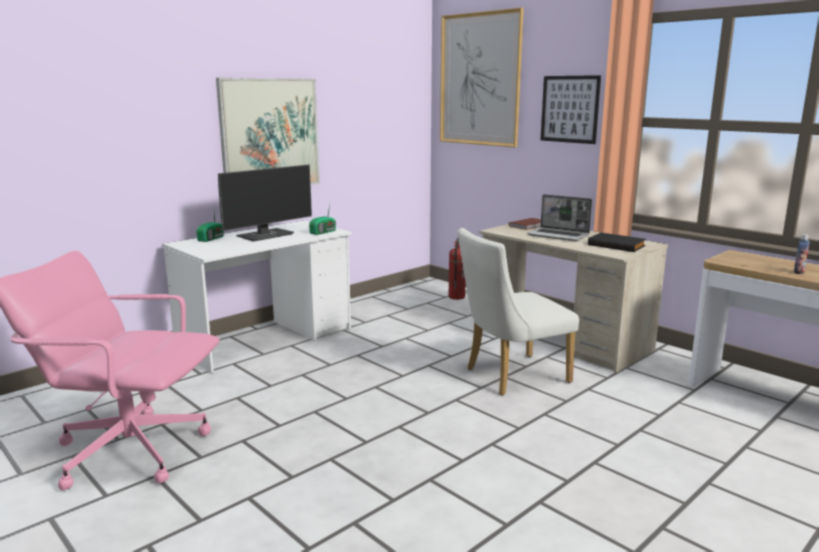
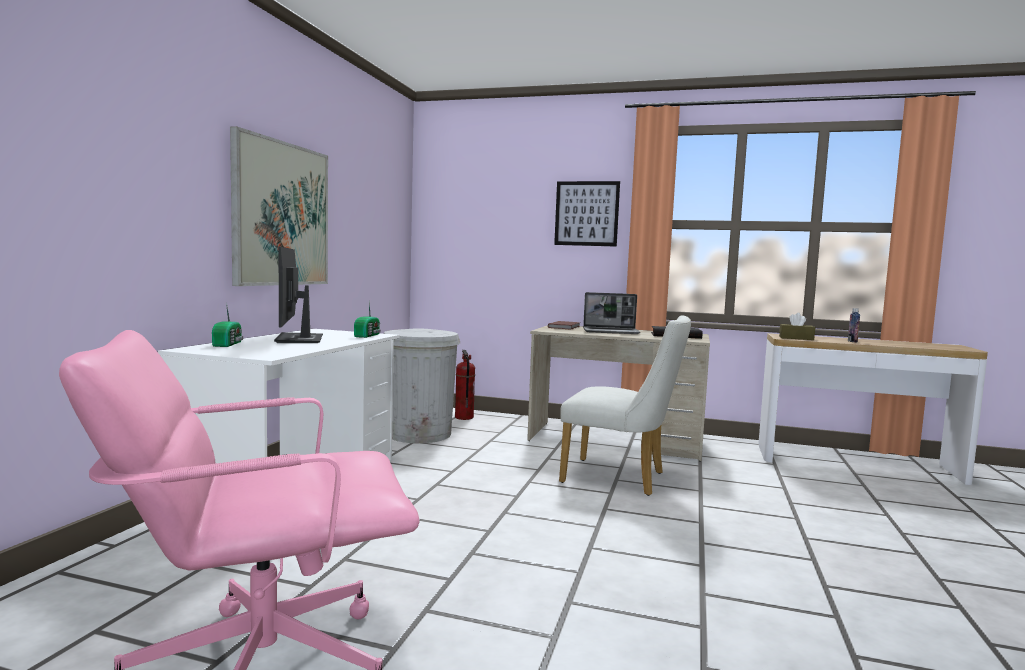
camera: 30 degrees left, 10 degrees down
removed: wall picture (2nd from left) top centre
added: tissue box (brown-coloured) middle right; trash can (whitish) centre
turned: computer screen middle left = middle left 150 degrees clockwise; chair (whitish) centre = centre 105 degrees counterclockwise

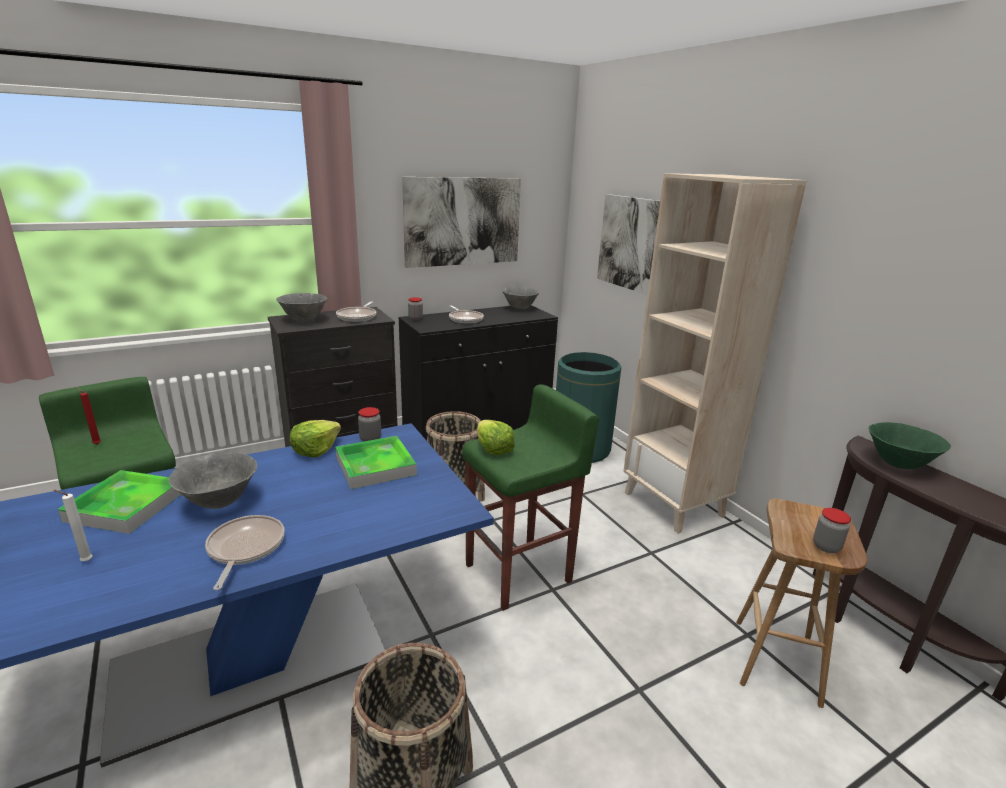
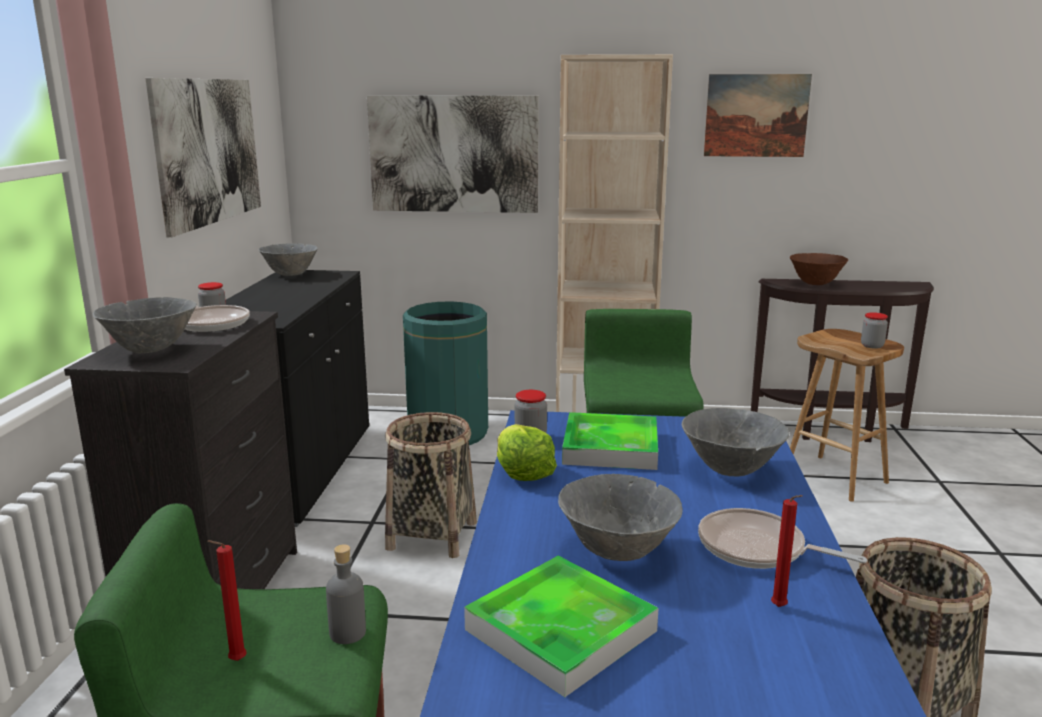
camera: 55 degrees left, 5 degrees down
removed: frying pan (3rd from left) centre; head of lettuce (2nd from left) centre; candle (whitish) middle left
added: wall picture (3rd from left) top right; serving bowl (greyish) (4th from left) middle right; candle (red) (2nd from left) bottom right; beverage bottle (greyish) bottom left
recoloured: serving bowl (greenish) middle right to serving bowl (brown-coloured) middle right

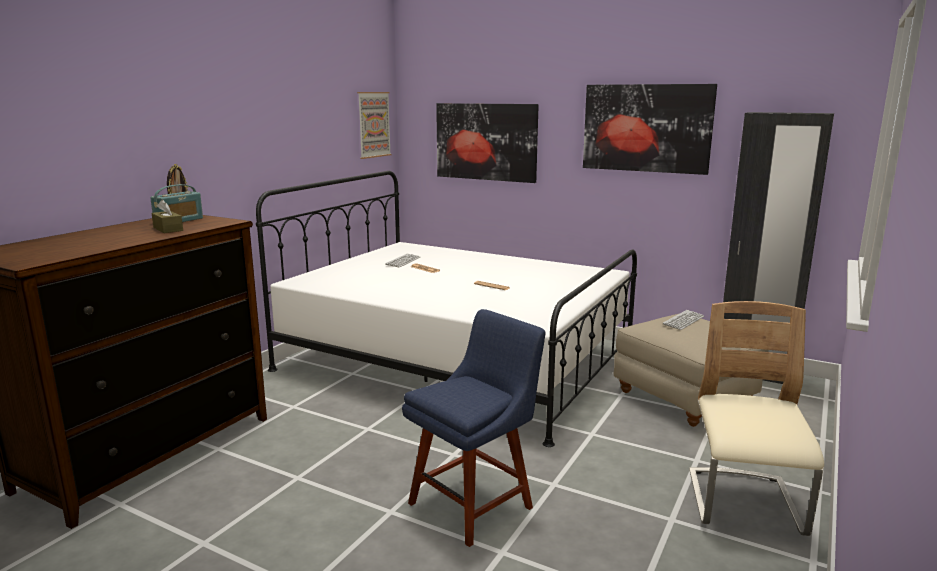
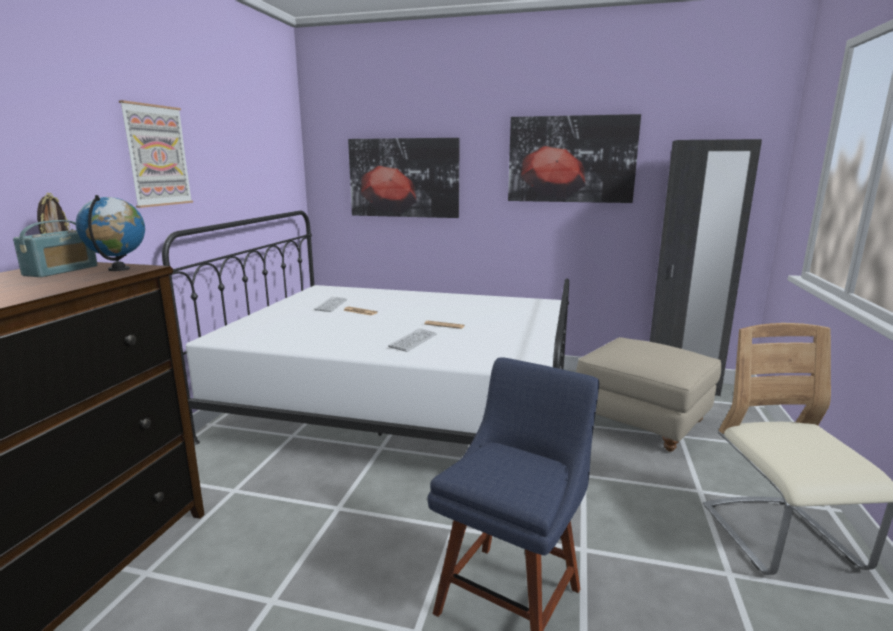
camera: 15 degrees left, 0 degrees up
removed: tissue box (brown-coloured) middle left
added: world globe middle left
moved: wall picture (1st from left) top centre to top left; PC keyboard (2nd from left) middle right to centre

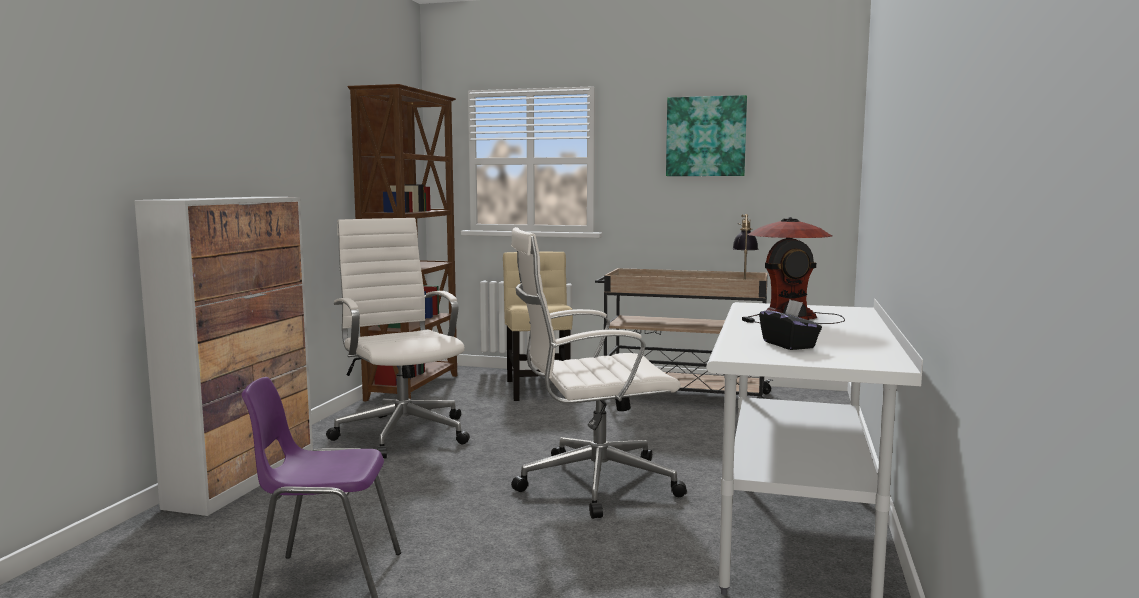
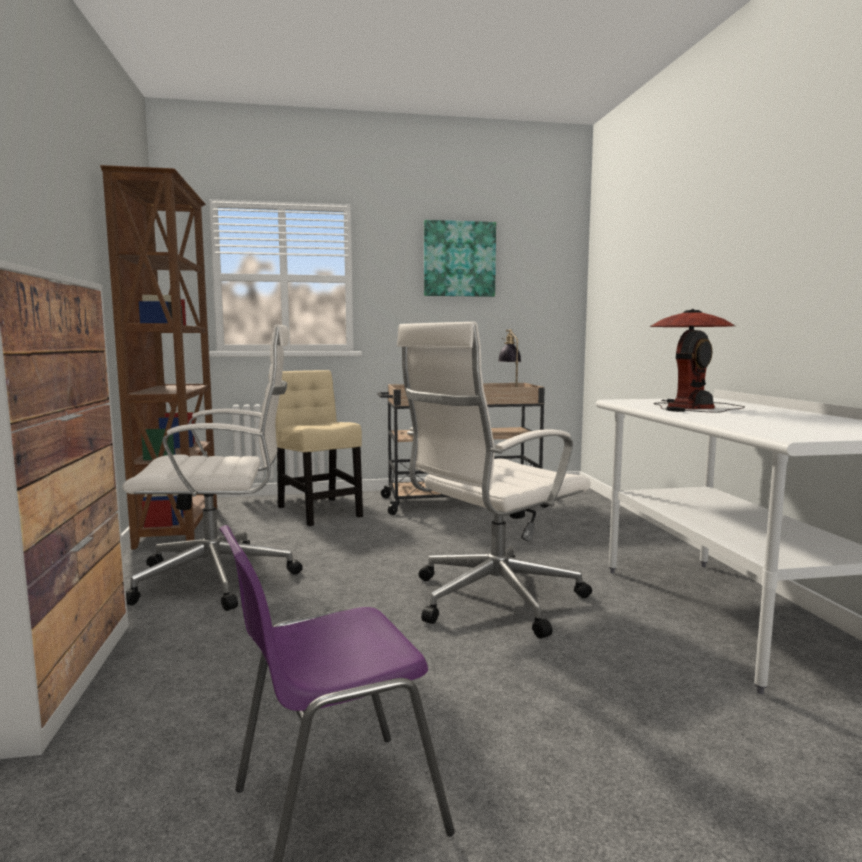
camera: 25 degrees left, 0 degrees up
removed: tissue box (black-coloured) middle right
turned: computer chair (whitish) (1st from left) centre = middle left 135 degrees clockwise

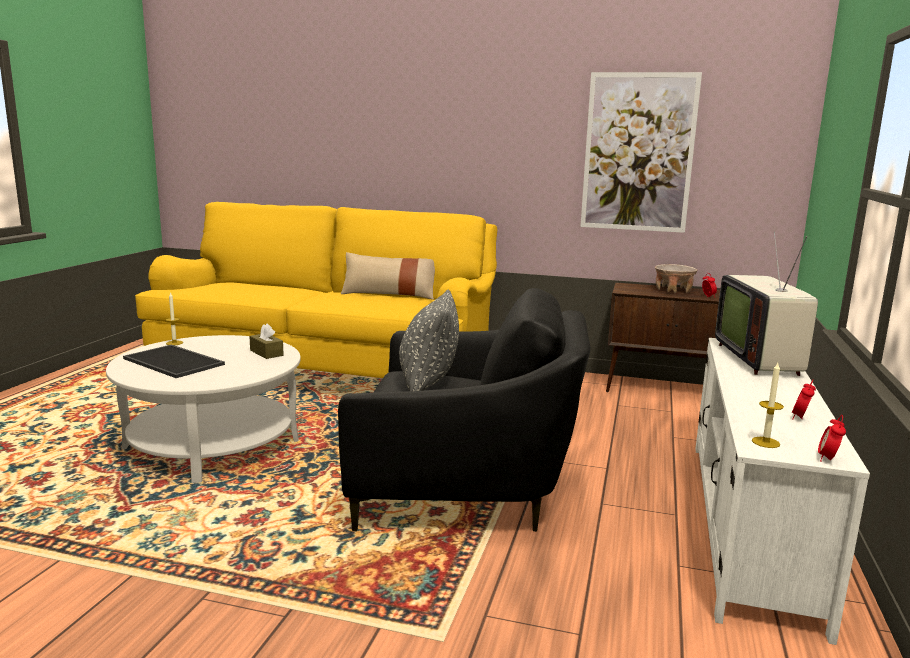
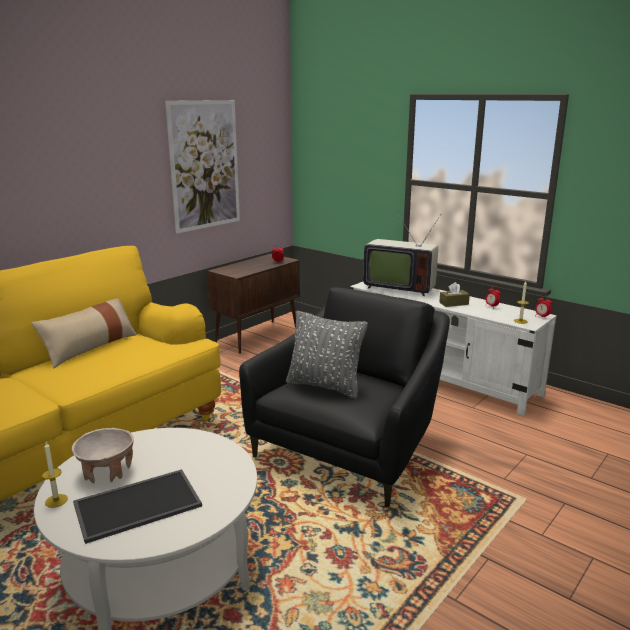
camera: 65 degrees left, 5 degrees up
moved: serving bowl (beige-coloured) middle right to bottom left; tissue box (brown-coloured) middle left to middle right

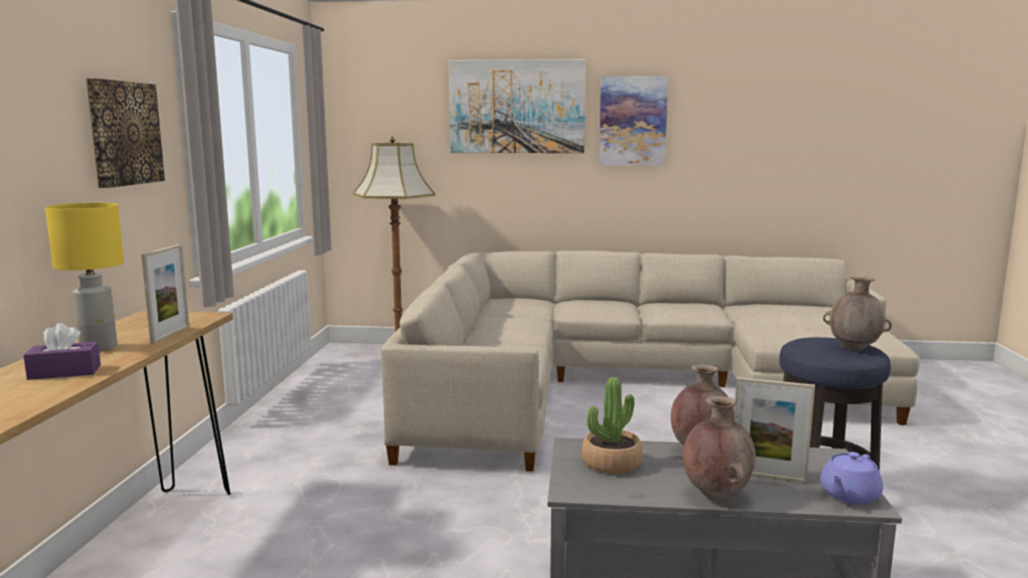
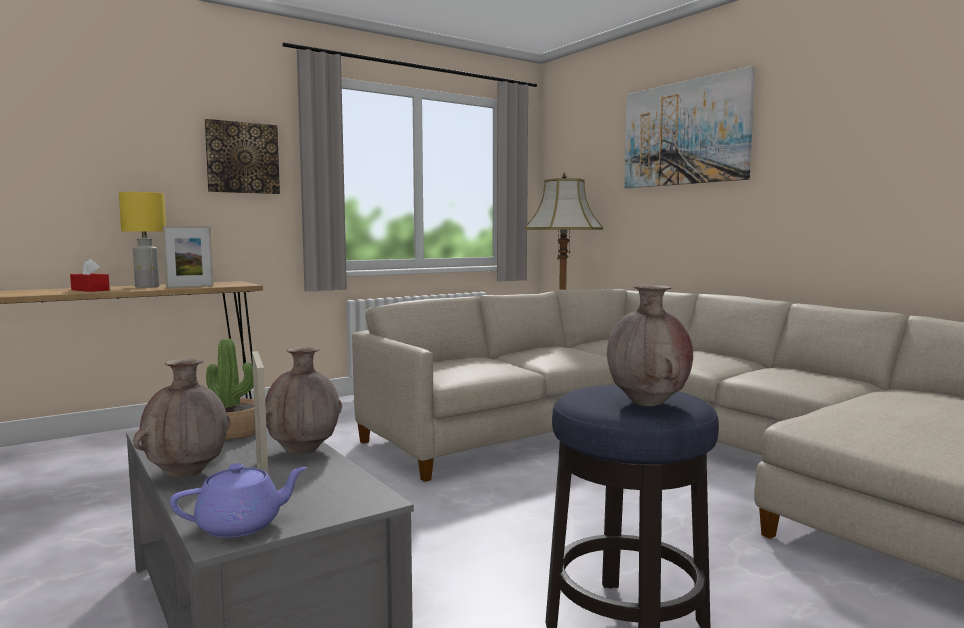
camera: 50 degrees right, 5 degrees down
removed: wall picture (3rd from left) top centre
recoloured: tissue box (purplish) middle left to tissue box (red) middle left
turned: teapot (purplish) bottom right = bottom left 150 degrees clockwise

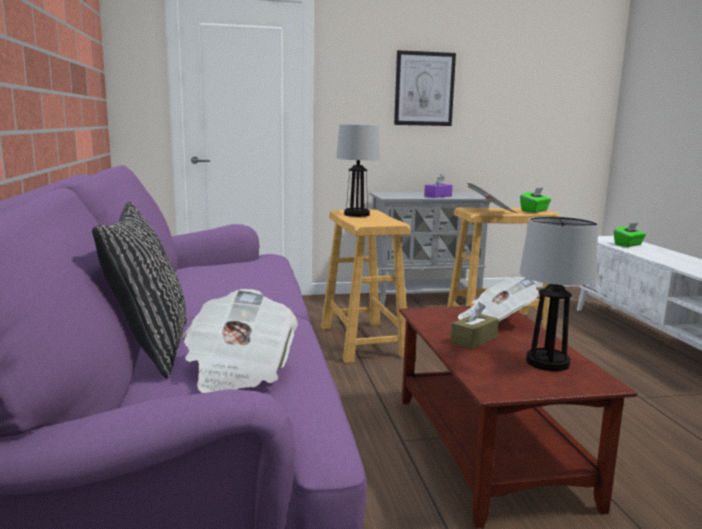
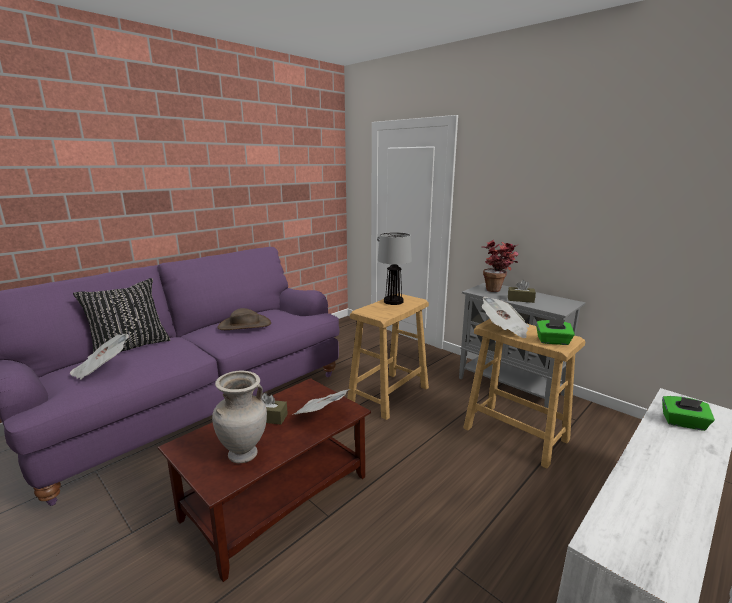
camera: 55 degrees right, 5 degrees up
removed: wall picture top centre
added: potted plant middle right; wearable hat (brown-coloured) centre
replaced: lamp for a table (2nd from left) middle right to flower vase (beige-coloured) bottom left
recoloured: tissue box (purplish) centre to tissue box (brown-coloured) (2nd from left) middle right

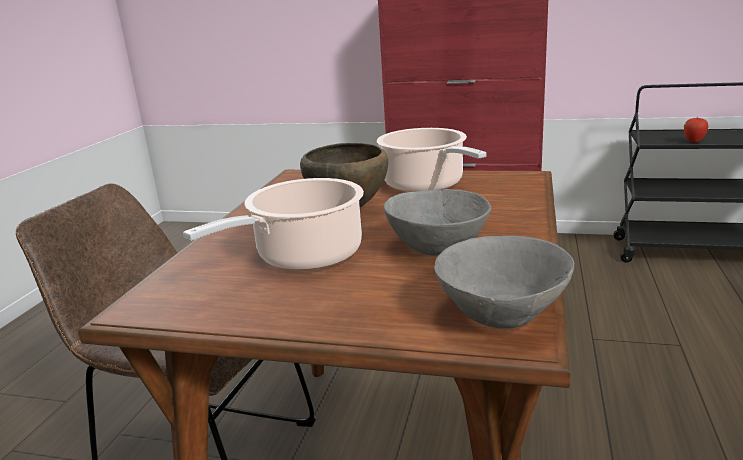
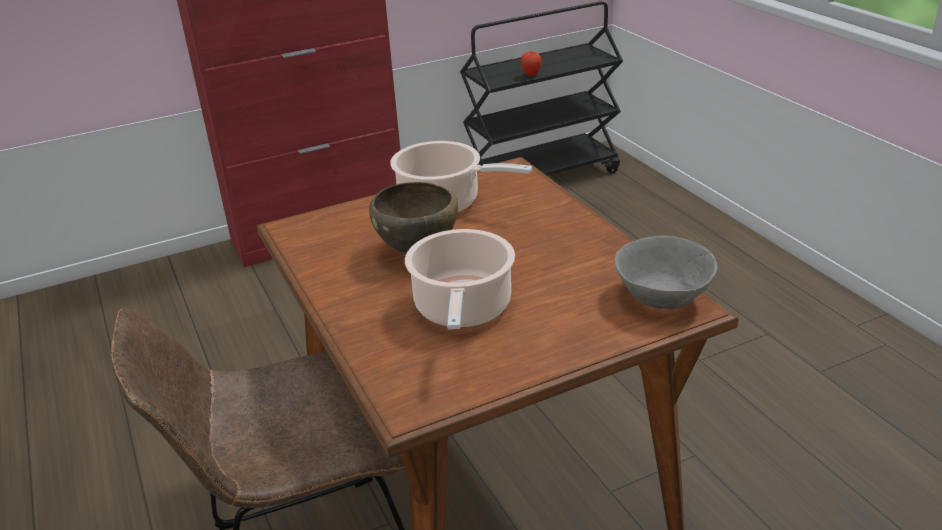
camera: 40 degrees left, 10 degrees up
removed: serving bowl (greyish) (1st from left) centre

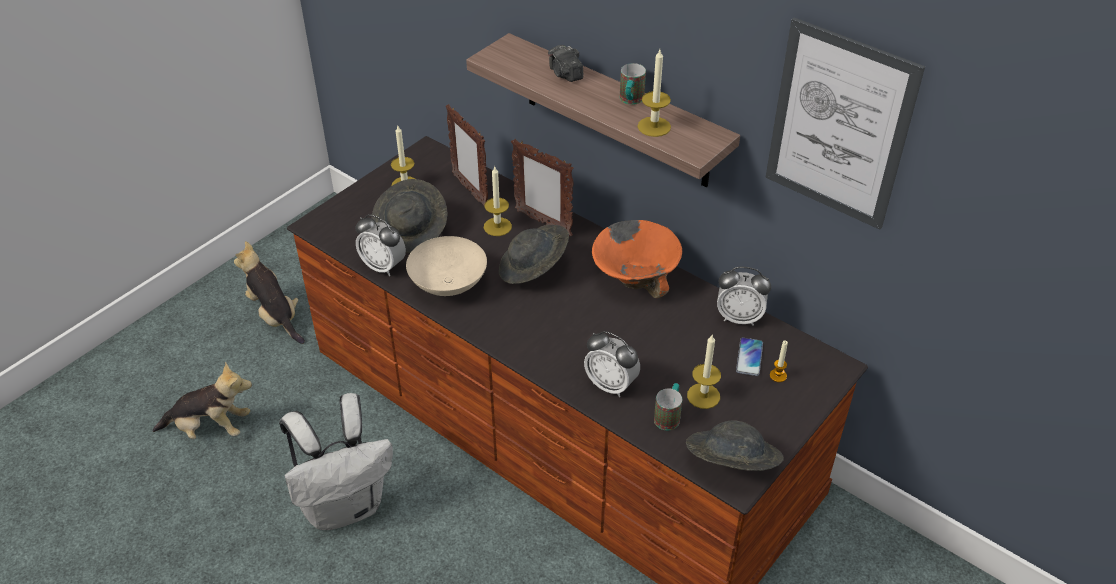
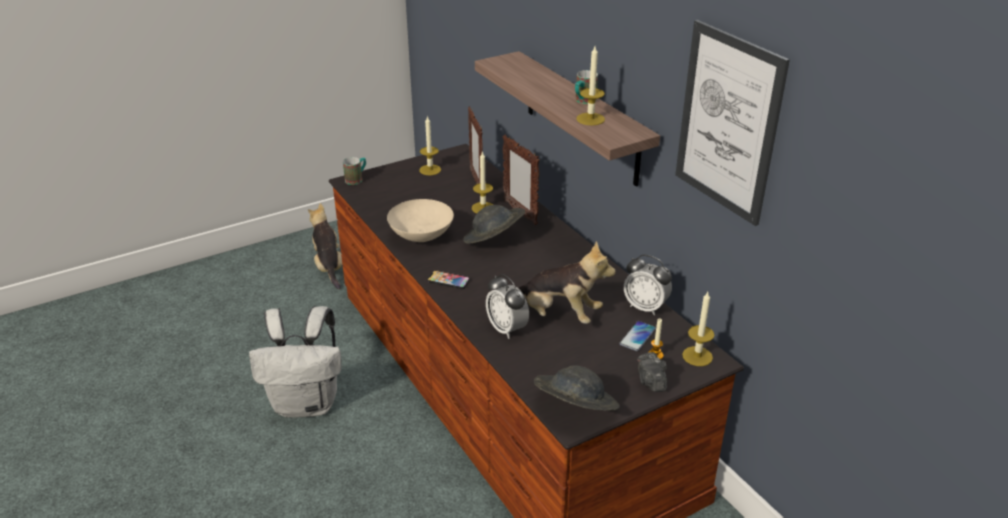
camera: 20 degrees right, 10 degrees down
removed: wearable hat (greyish) (1st from left) centre; bedside clock (1st from left) centre; serving bowl (orange) centre
added: handset (1st from left) centre
moved: still camera top centre to bottom centre; candle (4th from left in the first image) centre to candle (5th from left) middle right; soft toy (1st from left in the first image) bottom left to soft toy (2nd from left) centre; tea mug (2nd from left in the first image) bottom centre to tea mug (1st from left) top centre

